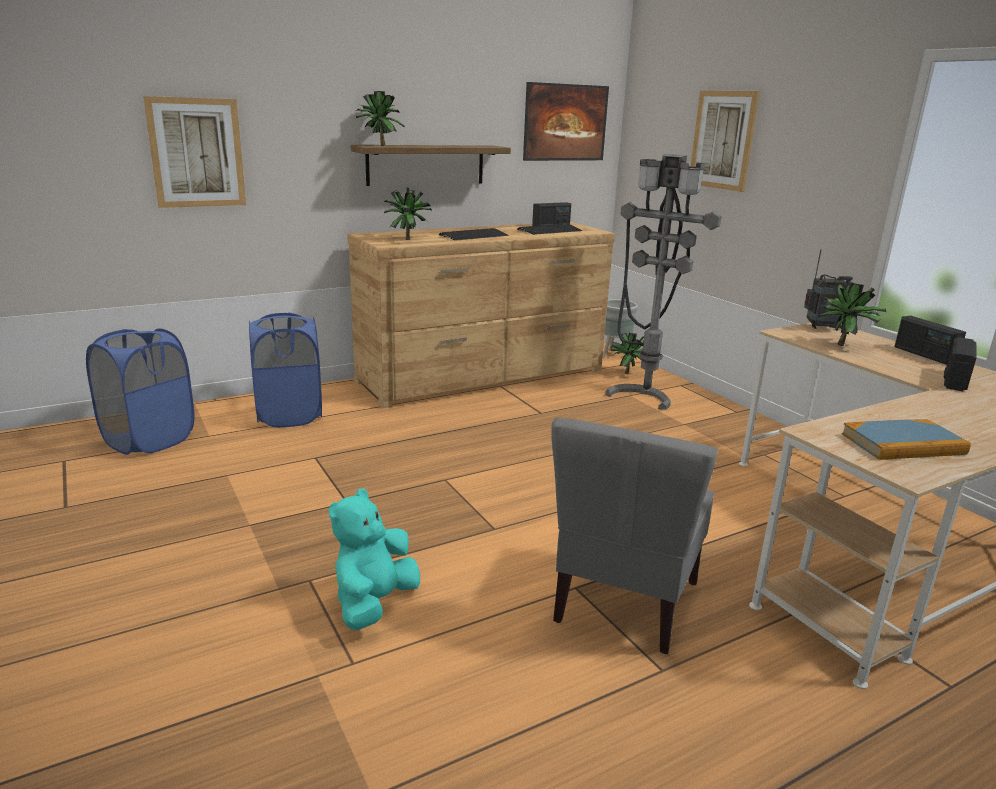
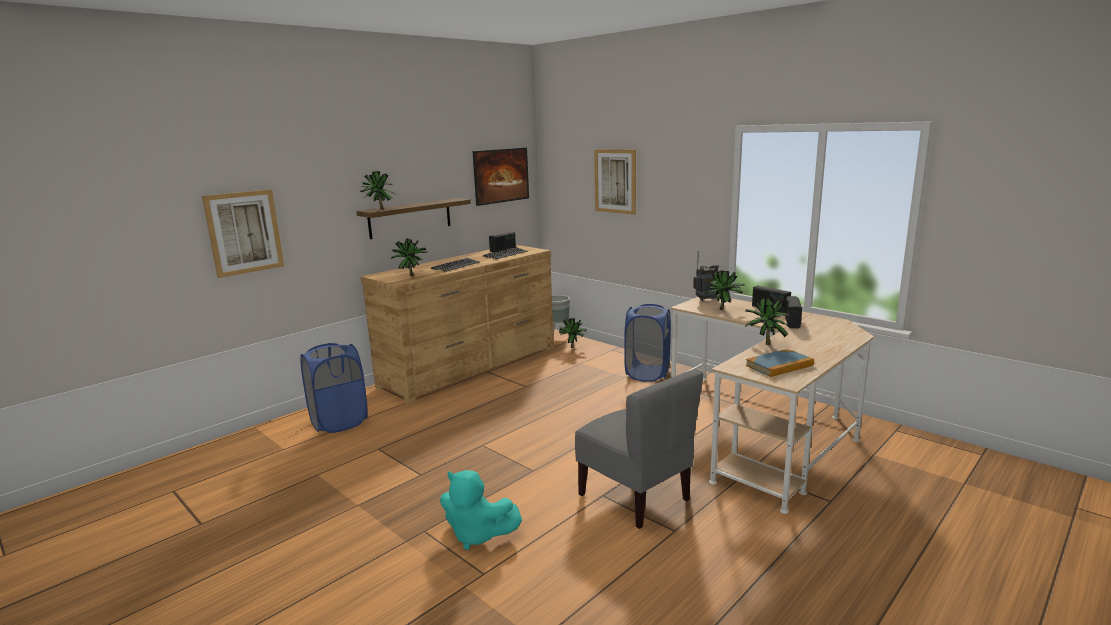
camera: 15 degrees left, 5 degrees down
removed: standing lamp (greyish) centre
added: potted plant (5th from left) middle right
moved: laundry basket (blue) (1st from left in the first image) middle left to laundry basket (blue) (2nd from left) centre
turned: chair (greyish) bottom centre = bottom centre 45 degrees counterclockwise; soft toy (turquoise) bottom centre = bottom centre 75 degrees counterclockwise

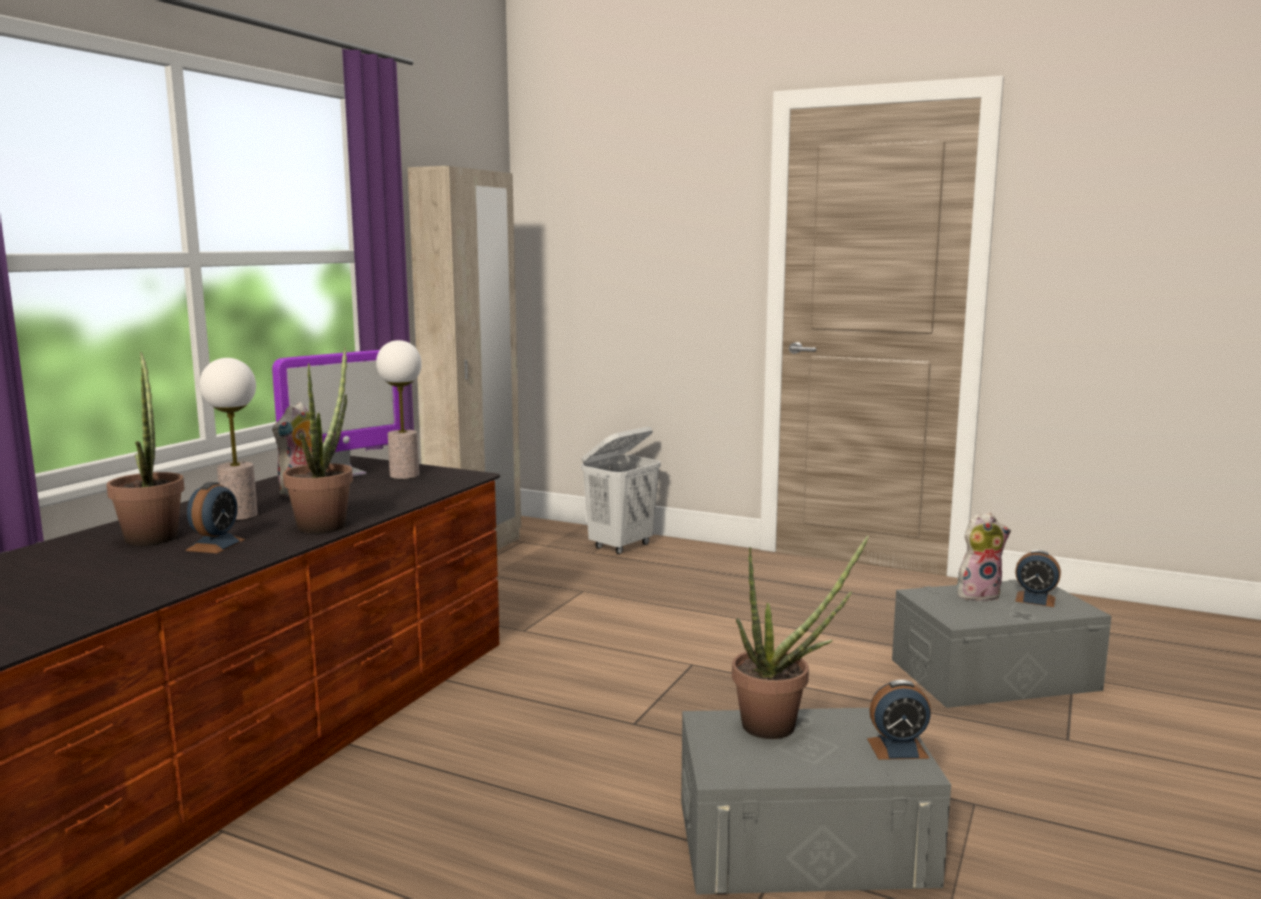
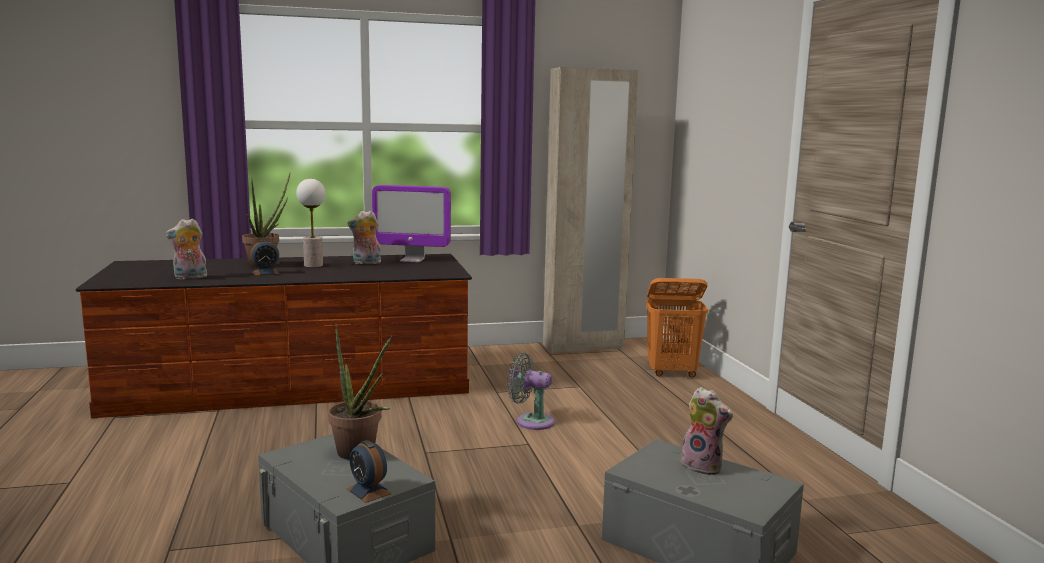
camera: 50 degrees right, 0 degrees up
removed: lamp for a table (2nd from left) middle left; potted plant (2nd from left) middle left; bedside clock (3rd from left) middle right
added: soft toy (1st from left) middle left; cooling fan (greyish) bottom centre
recoloured: laundry basket (whitish) centre to laundry basket (orange) centre

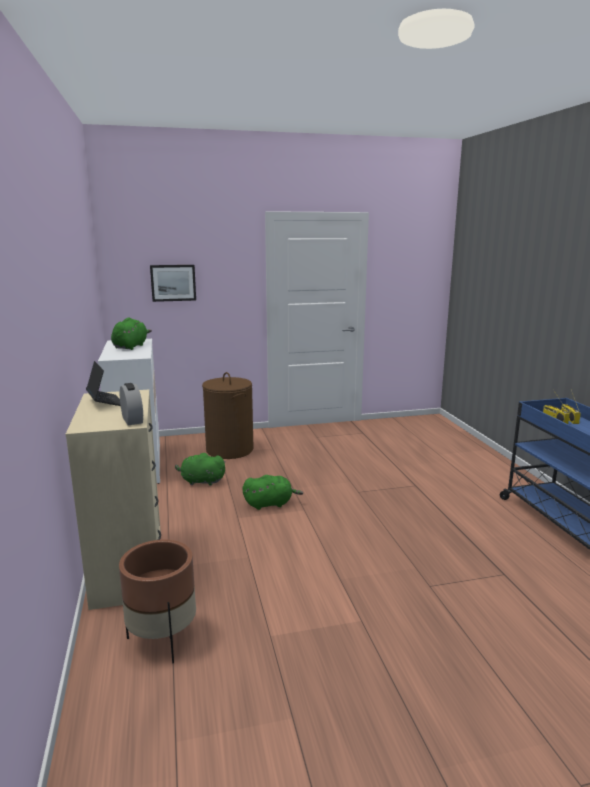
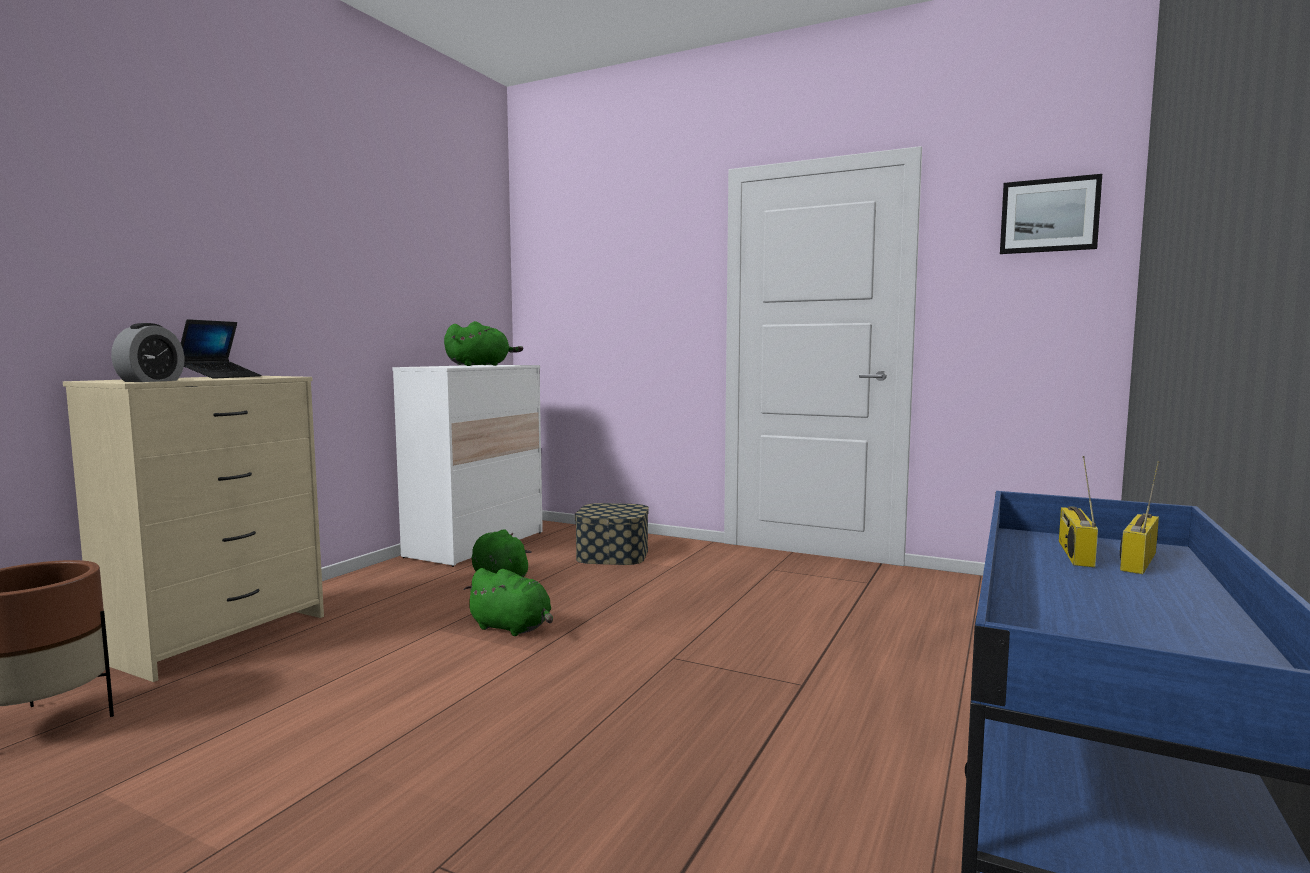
camera: 40 degrees right, 10 degrees down
moved: wall picture middle left to top right
replaced: laundry basket (brown-coloured) centre to storage bin centre

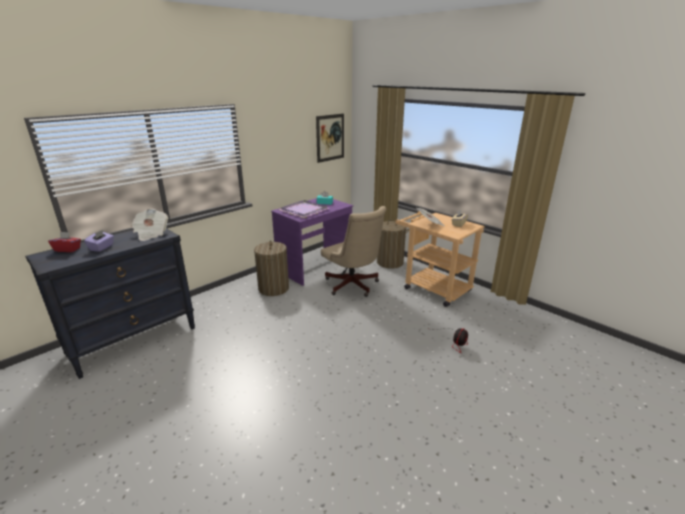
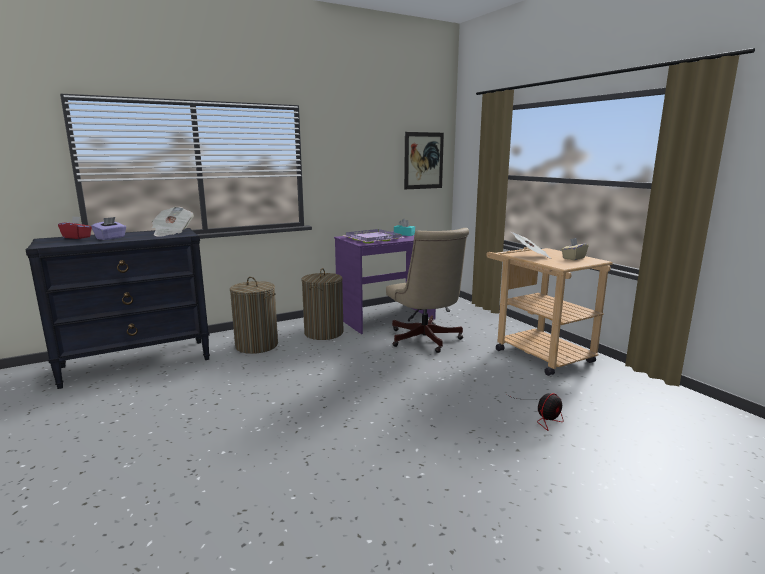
camera: 15 degrees right, 10 degrees down
moved: laundry basket (2nd from left in the first image) centre to laundry basket (1st from left) middle left

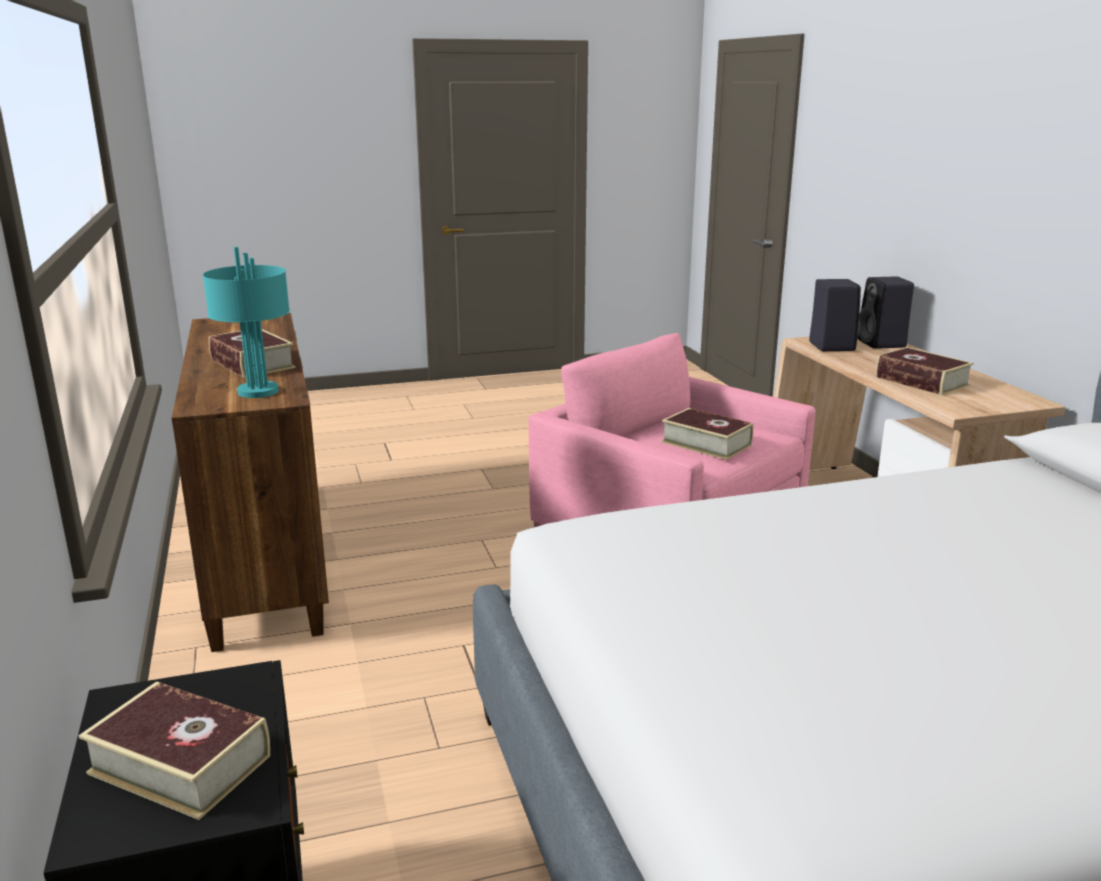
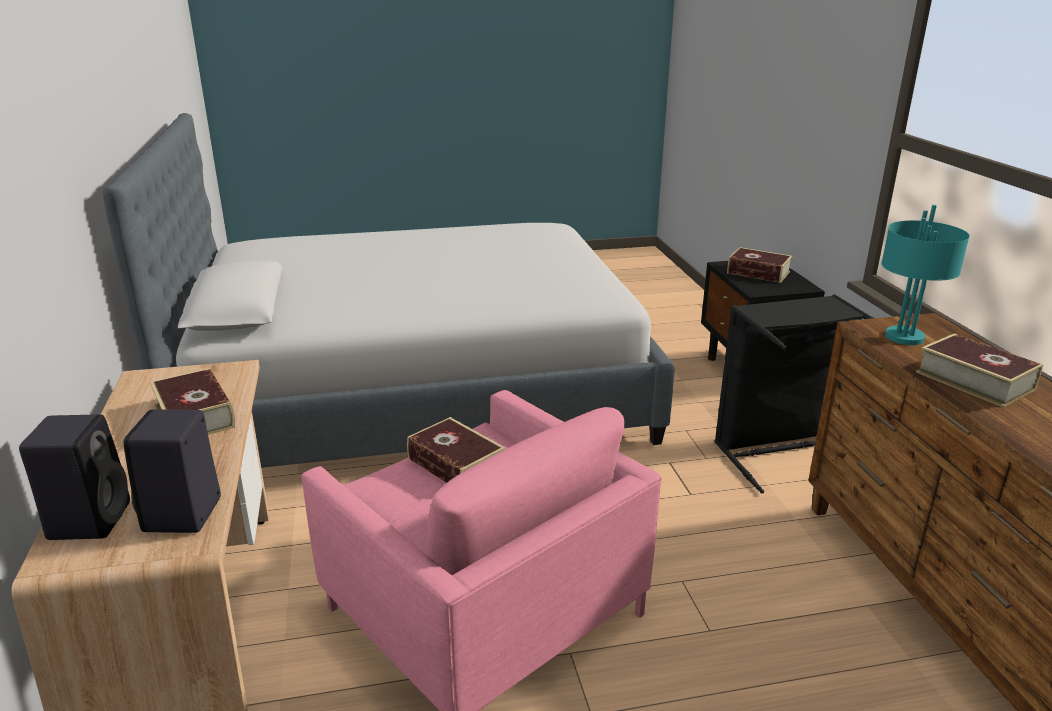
camera: 175 degrees left, 5 degrees up
added: laundry basket (black-coloured) middle right

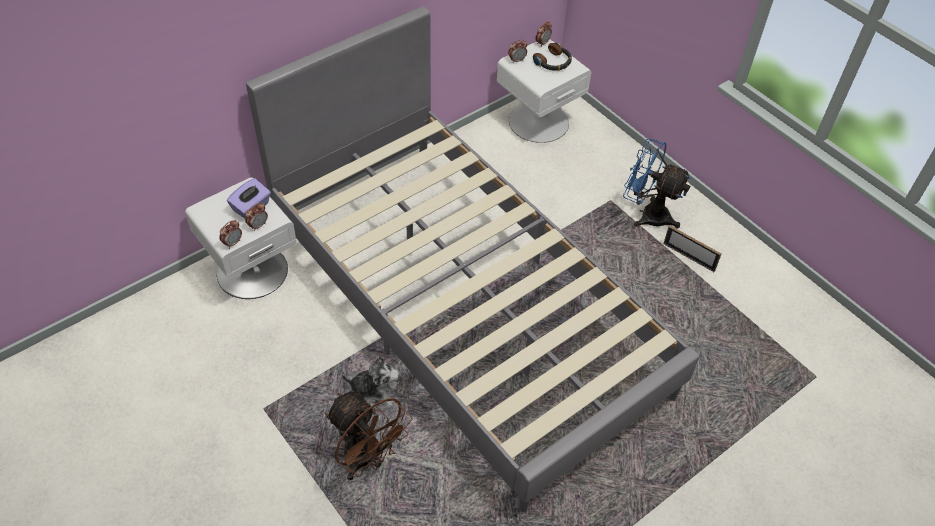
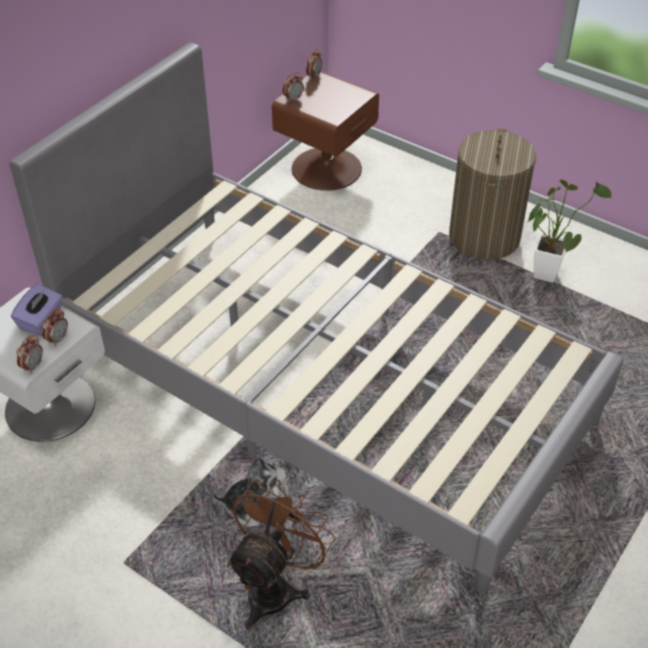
camera: 15 degrees left, 5 degrees down
removed: headset top centre
replaced: cooling fan (blue) middle right to laundry basket top right; standing frame middle right to potted plant middle right
recoloured: night table (whitish) (2nd from left) top centre to night table (brown-coloured) top centre
turned: cooling fan (brown-coloured) bottom centre = bottom centre 90 degrees counterclockwise

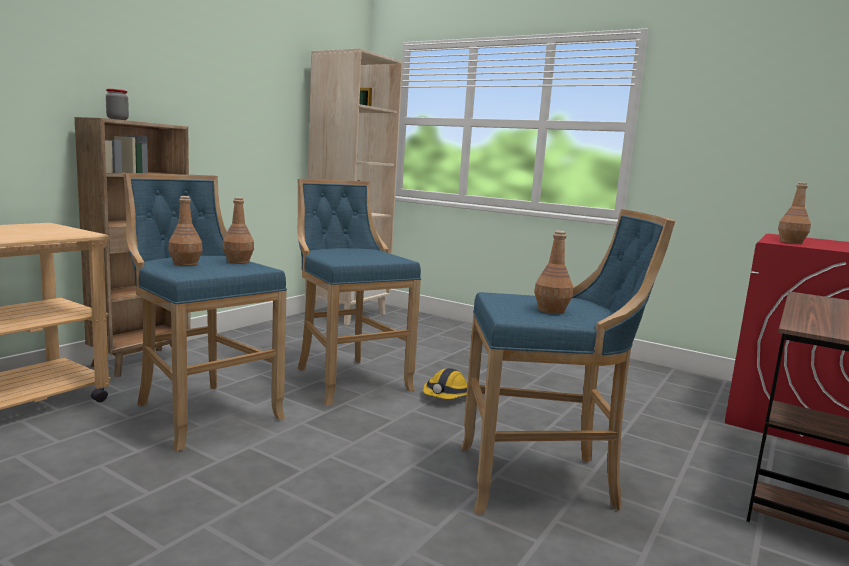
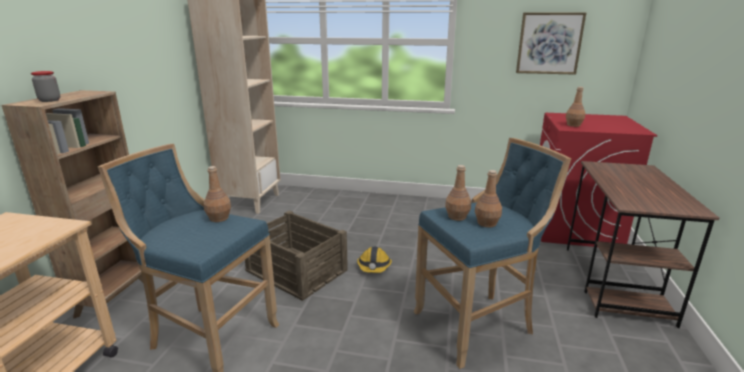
camera: 20 degrees left, 10 degrees up
added: wall picture top right
moved: beverage bottle (brown-coloured) (1st from left in the first image) middle left to beverage bottle (brown-coloured) (2nd from left) centre
replaced: sitting stool (blue) (2nd from left) centre to packing crate bottom centre

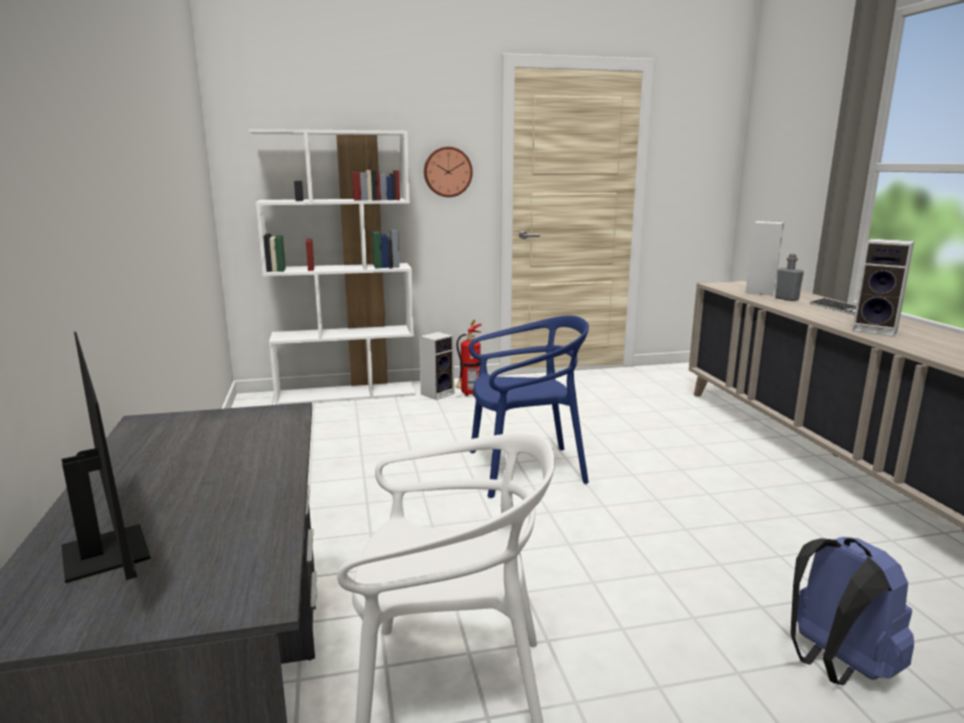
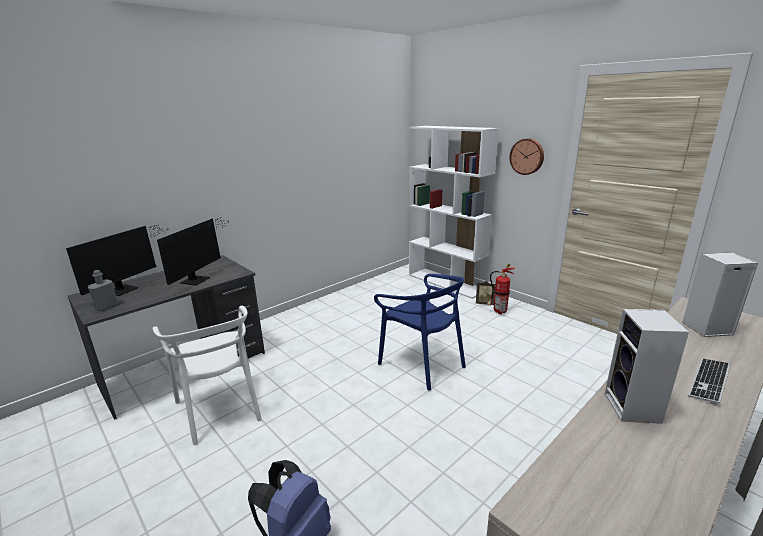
camera: 60 degrees right, 5 degrees up
added: computer screen (2nd from left) middle left
moved: beverage bottle (greyish) middle right to middle left
replaced: audio speaker (1st from left) centre to standing frame centre

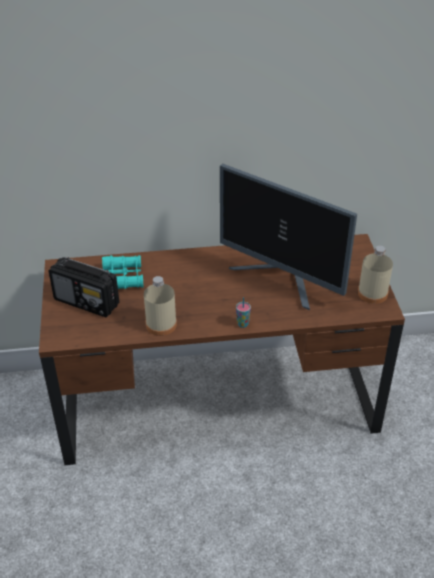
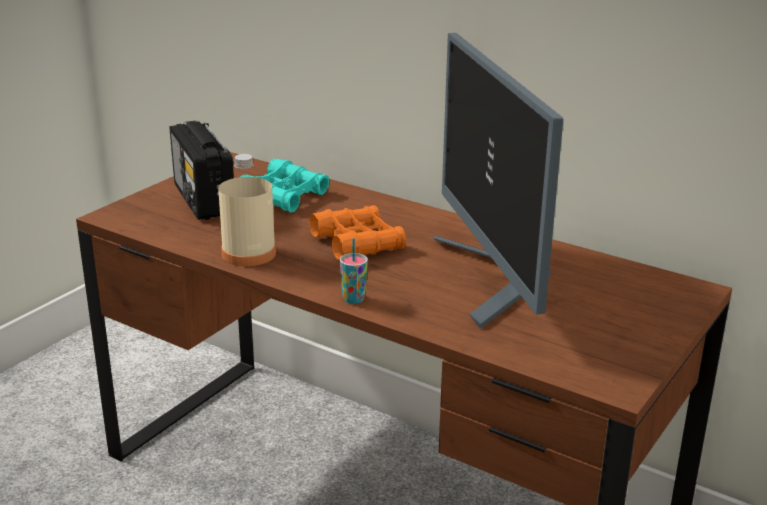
camera: 40 degrees right, 15 degrees down
removed: beverage bottle (beige-coloured) (2nd from left) middle right
added: field glasses (orange) centre

